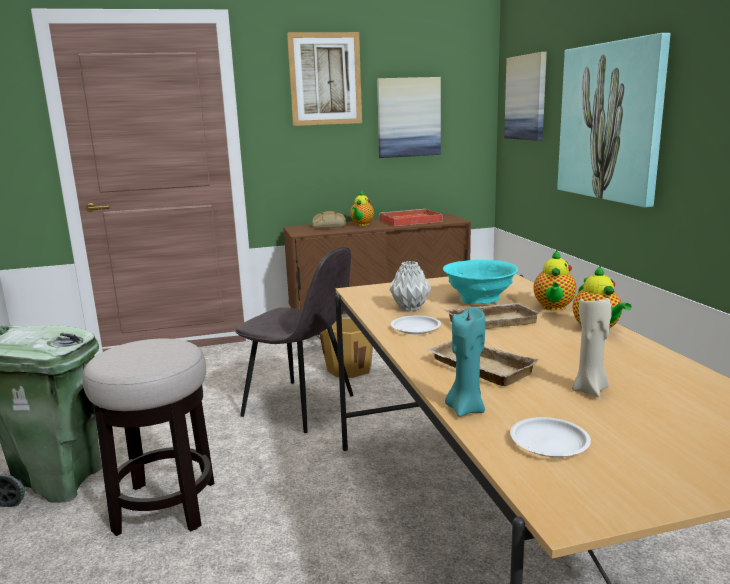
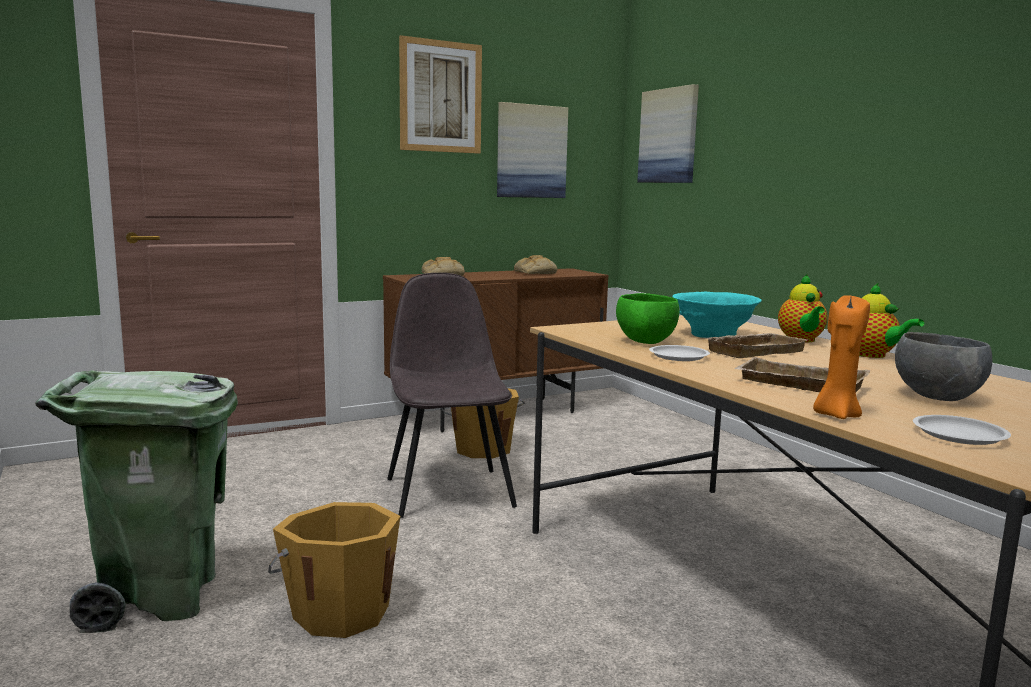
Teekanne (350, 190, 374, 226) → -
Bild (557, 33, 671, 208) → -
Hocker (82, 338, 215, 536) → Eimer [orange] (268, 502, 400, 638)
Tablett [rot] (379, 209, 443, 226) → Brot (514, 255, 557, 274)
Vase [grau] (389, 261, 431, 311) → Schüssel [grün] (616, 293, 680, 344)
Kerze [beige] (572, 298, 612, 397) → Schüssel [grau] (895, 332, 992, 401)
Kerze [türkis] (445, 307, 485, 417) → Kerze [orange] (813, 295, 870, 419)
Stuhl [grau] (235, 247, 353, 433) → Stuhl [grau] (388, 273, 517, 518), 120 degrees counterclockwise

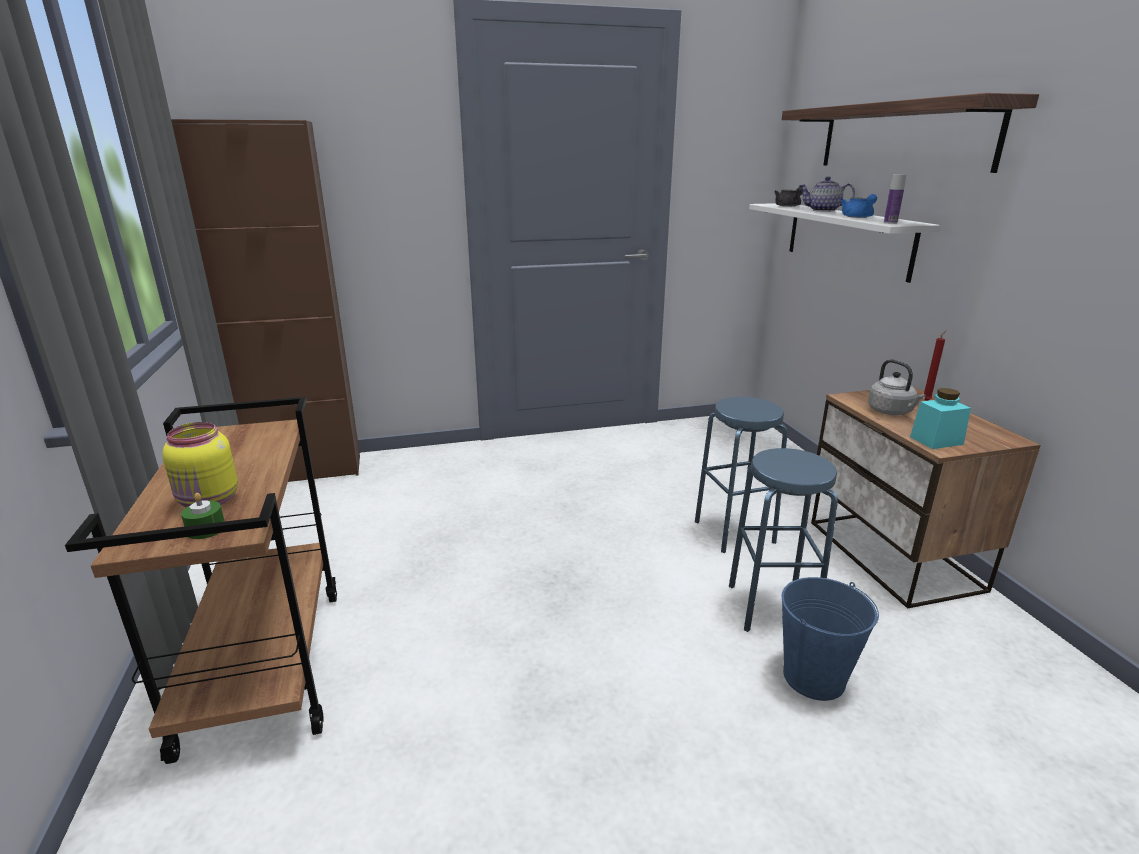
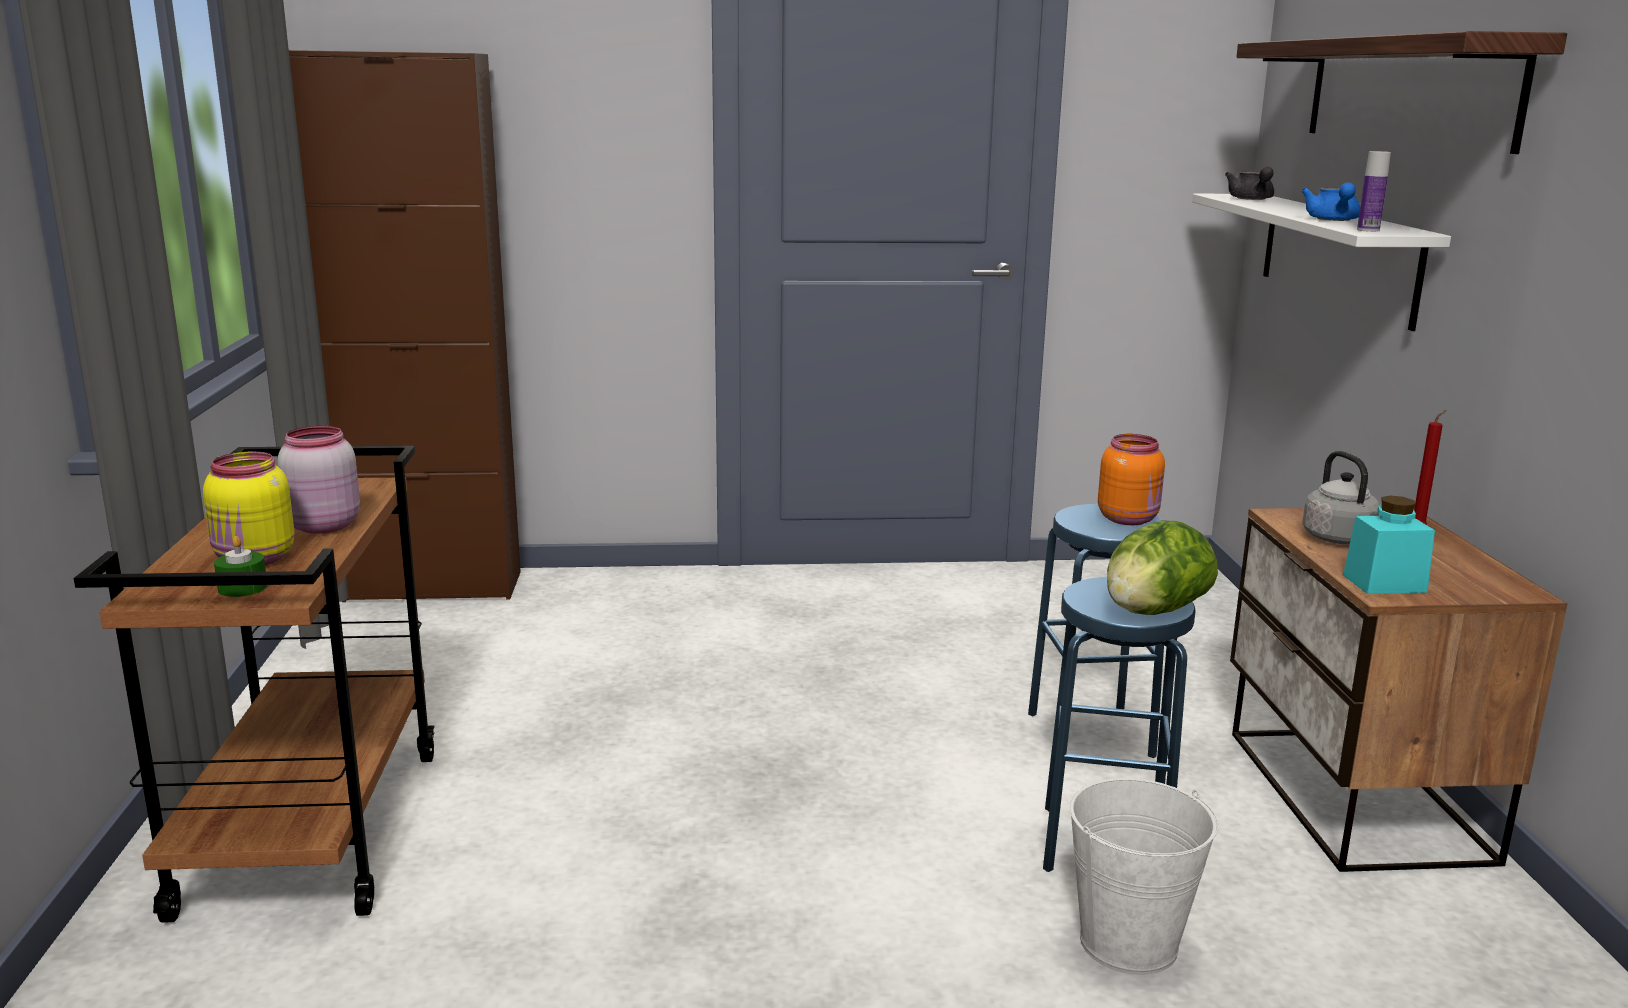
Teekanne (799, 177, 855, 212) → -
- → Vorratsglas [rosa] (278, 426, 360, 534)
- → Vorratsglas [orange] (1098, 434, 1165, 525)
- → Salatkopf (1107, 521, 1218, 615)
Eimer [blau] (782, 577, 879, 701) → Eimer [weiß] (1070, 778, 1219, 975)

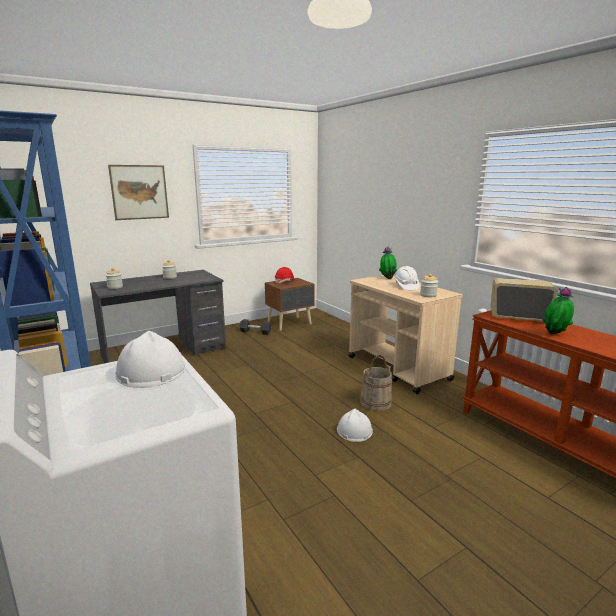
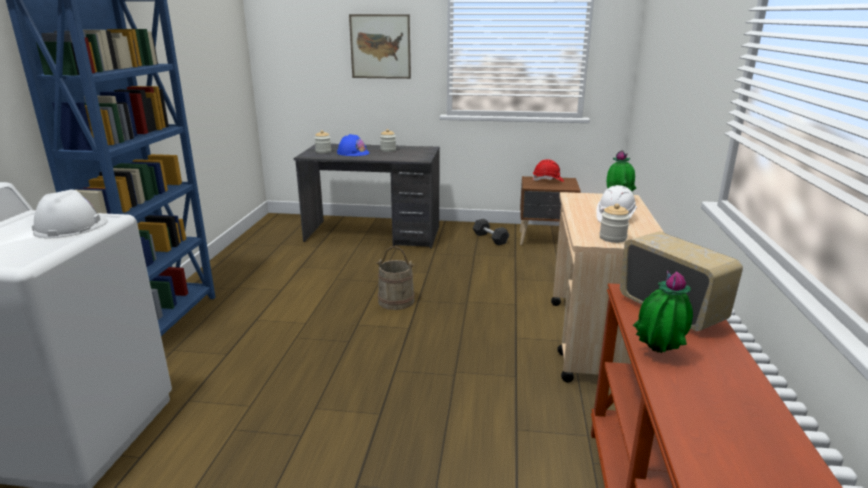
Schutzhelm [weiß] (337, 409, 373, 442) → -
- → Schutzhelm [blau] (337, 134, 369, 156)
Eimer [beige] (360, 355, 392, 411) → Eimer [beige] (376, 246, 415, 310), shifted

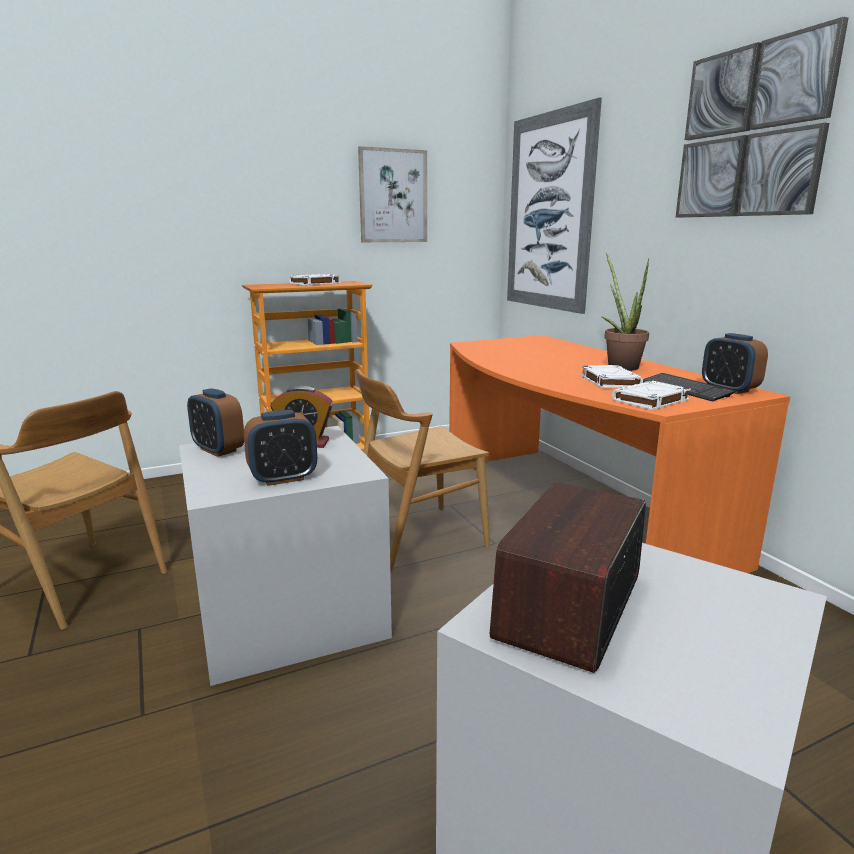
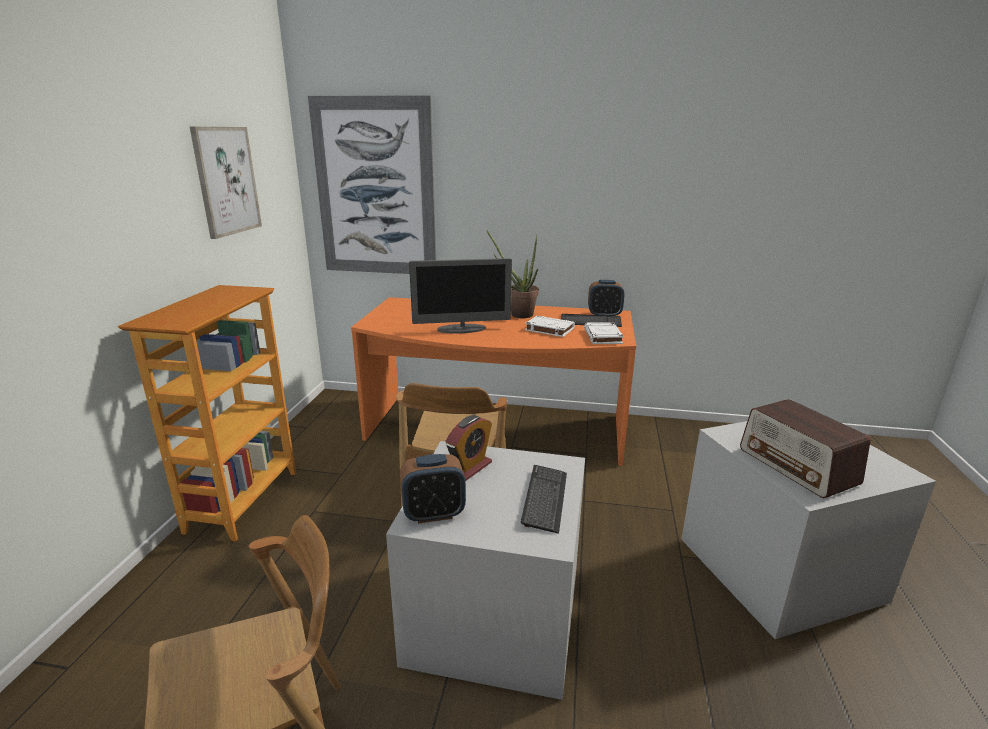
Buch [weiß] (289, 274, 341, 285) → -
Bild (675, 17, 848, 218) → -
- → Monitor (409, 258, 512, 333)
Wecker (244, 410, 317, 486) → Tastatur (521, 465, 567, 534)

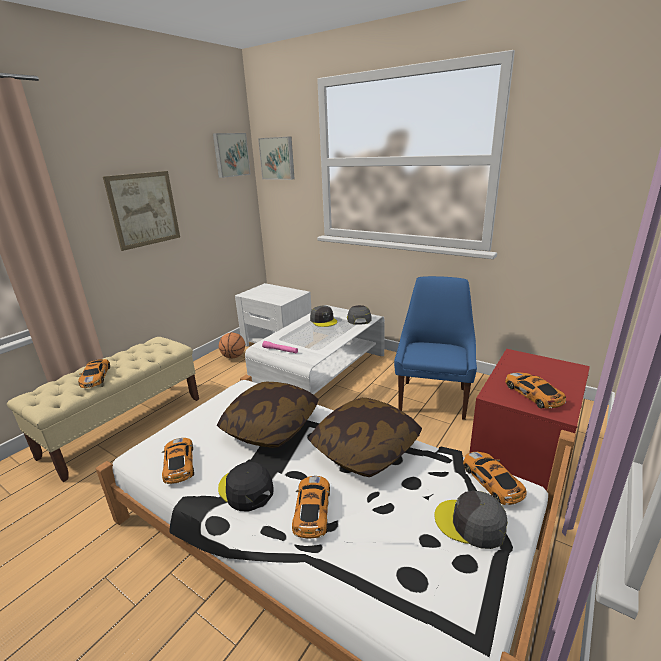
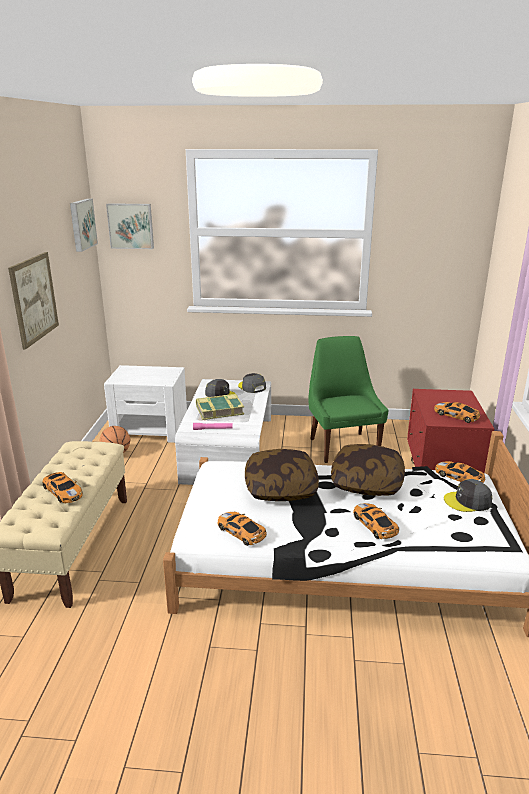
Kappe [schwarz] (218, 462, 274, 511) → -
- → Buch (196, 394, 244, 420)
Stuhl [blau] (394, 276, 477, 420) → Stuhl [grün] (309, 336, 388, 463)

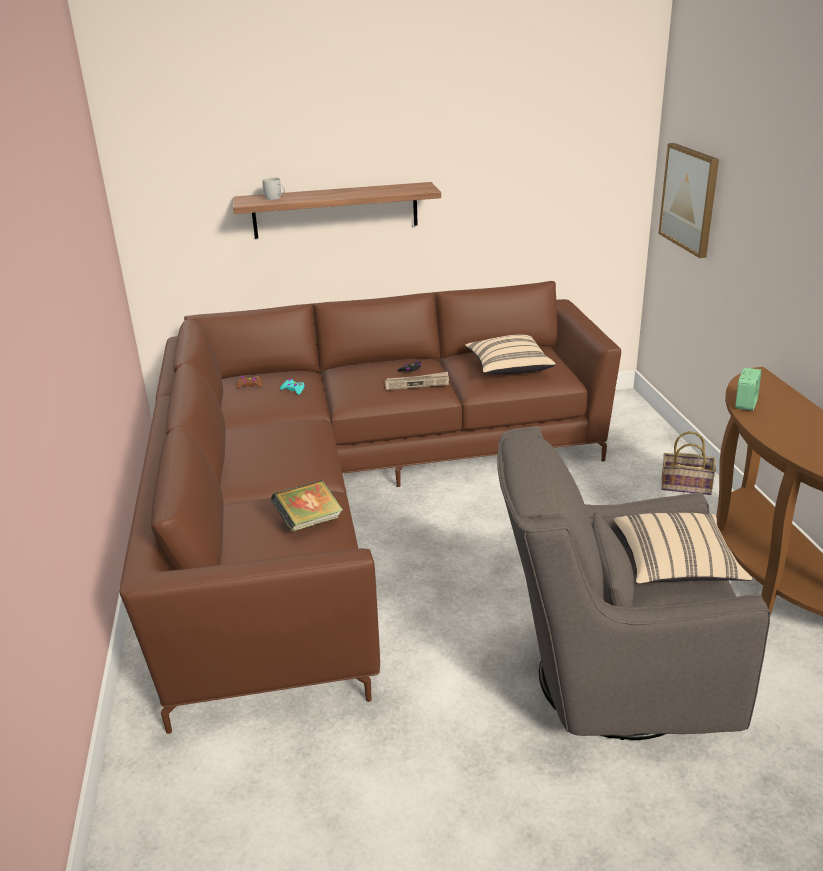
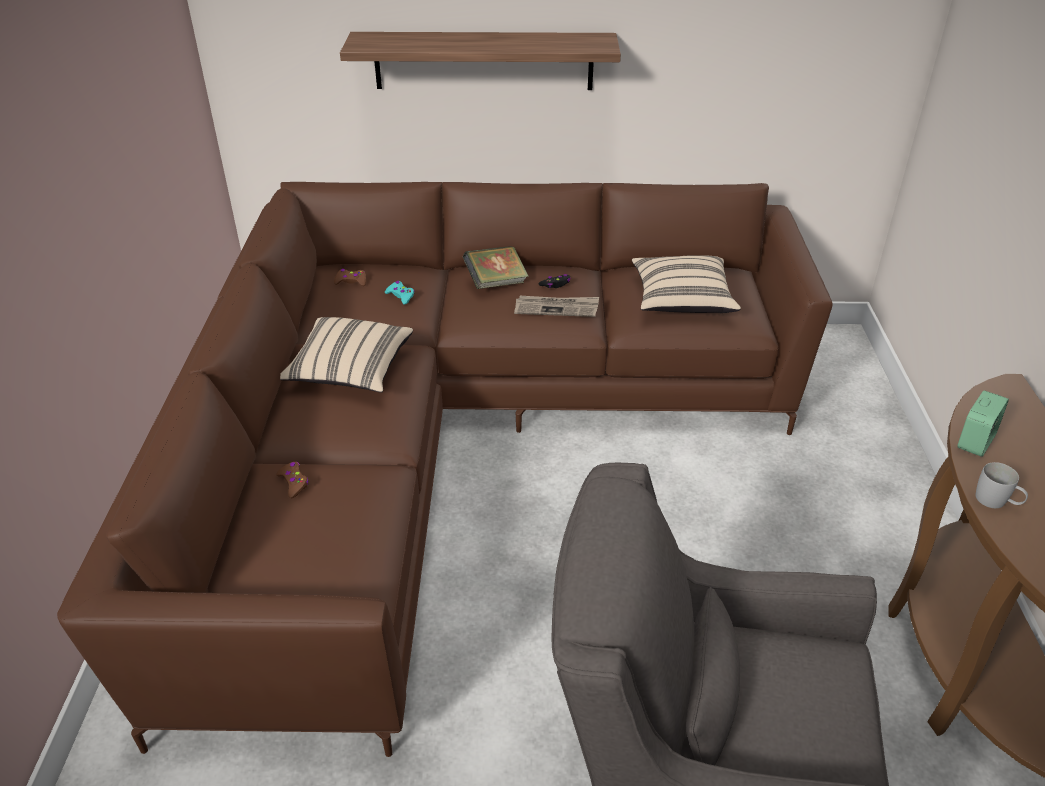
Bild (658, 143, 719, 258) → -
Korb (661, 431, 716, 495) → -
- → Gamepad [braun] (276, 462, 308, 498)
Henkelbecher [weiß] (262, 178, 285, 200) → Henkelbecher [weiß] (976, 462, 1028, 508), shifted
Buch (271, 480, 343, 532) → Buch (463, 246, 528, 289), shifted
Kissen [beige] (614, 513, 752, 584) → Kissen [beige] (280, 317, 413, 393), shifted

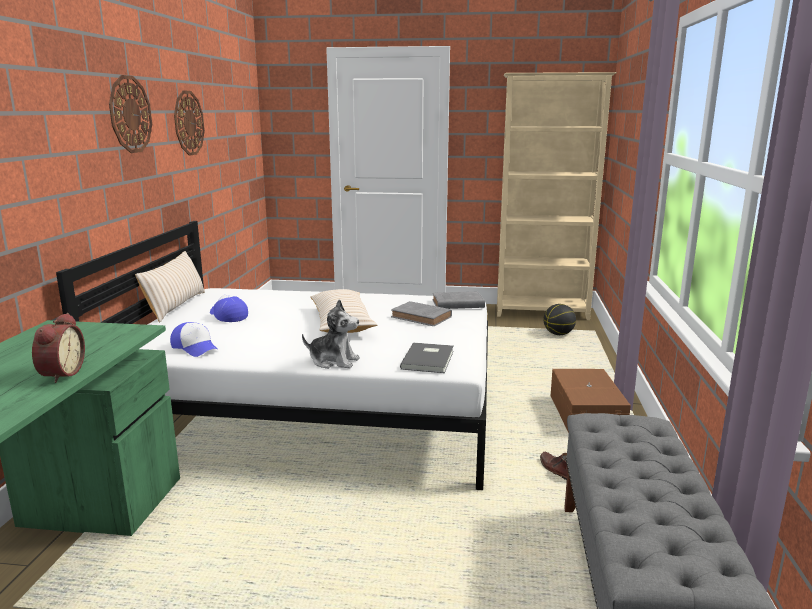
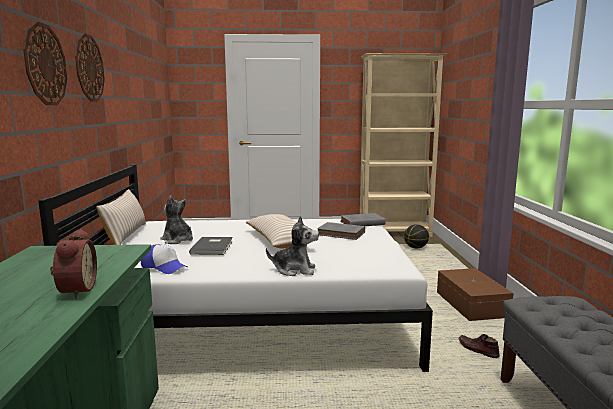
Wanduhr (174, 90, 205, 156) → Wanduhr (23, 21, 67, 105), shifted
Buch [grau] (400, 343, 454, 373) → Buch [grau] (189, 237, 233, 255), shifted
Kappe (210, 295, 248, 322) → Plüschtier (160, 195, 193, 244)

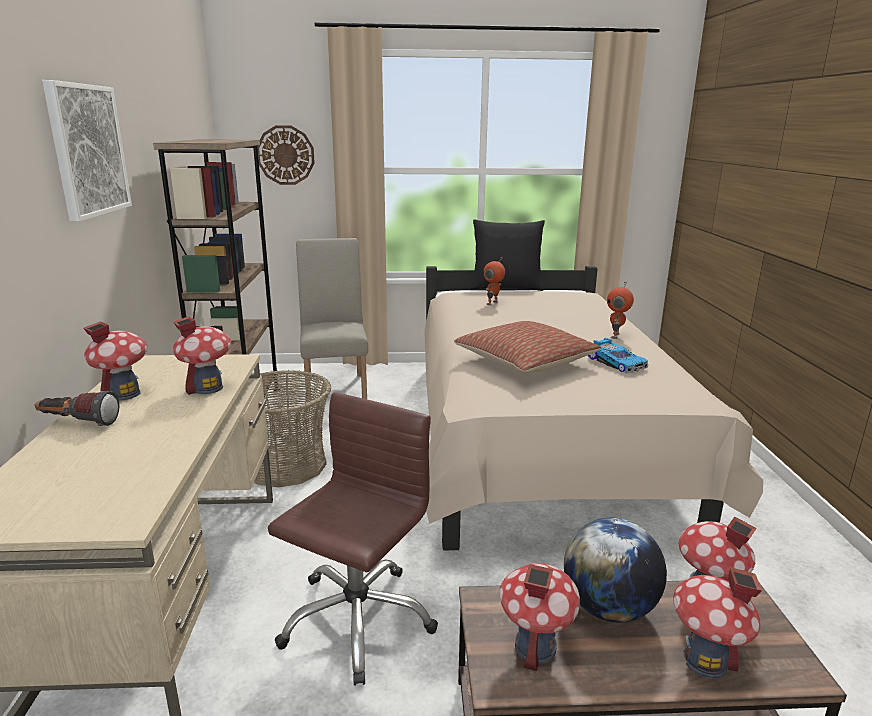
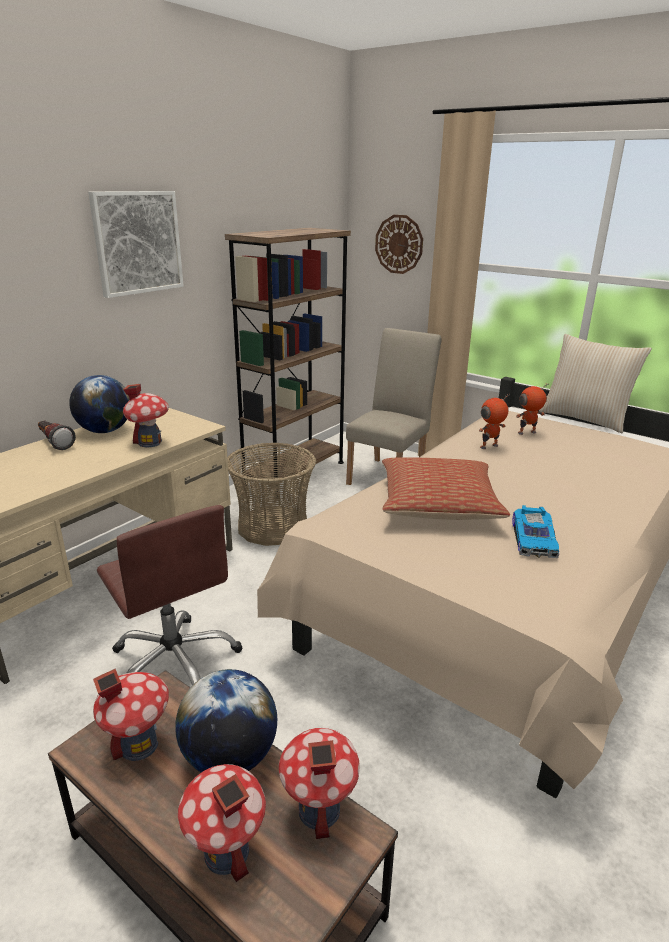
Spielzeugroboter (607, 282, 634, 339) → Spielzeugroboter (479, 394, 510, 449), shifted
Spielzeughaus (84, 321, 147, 401) → Globus (69, 375, 130, 433)
Kissen [schwarz] (471, 220, 545, 291) → Kissen [beige] (539, 334, 652, 433)
Bürostuhl [braun] (268, 392, 438, 686) → Bürostuhl [braun] (97, 505, 242, 686), 75 degrees clockwise

